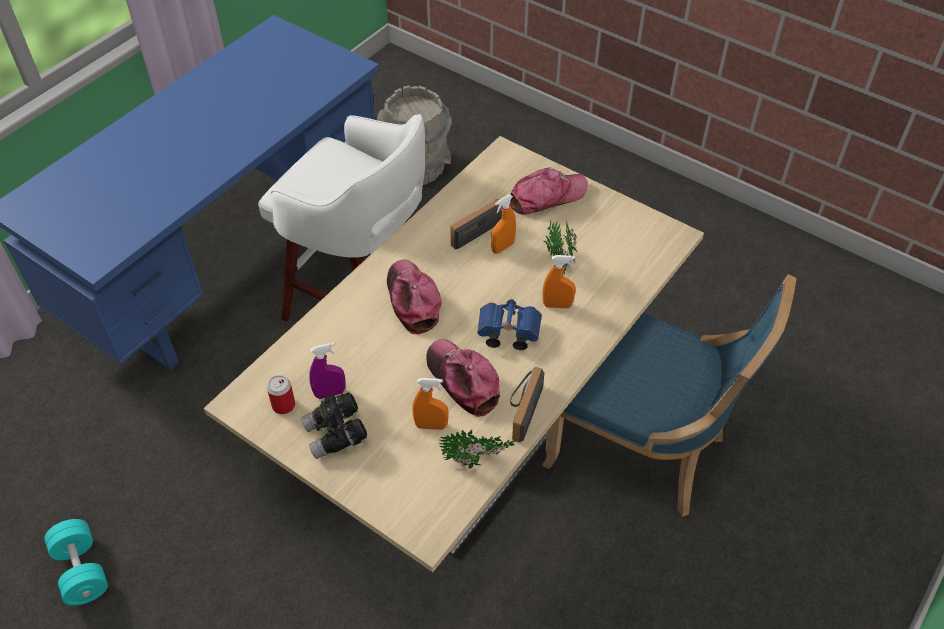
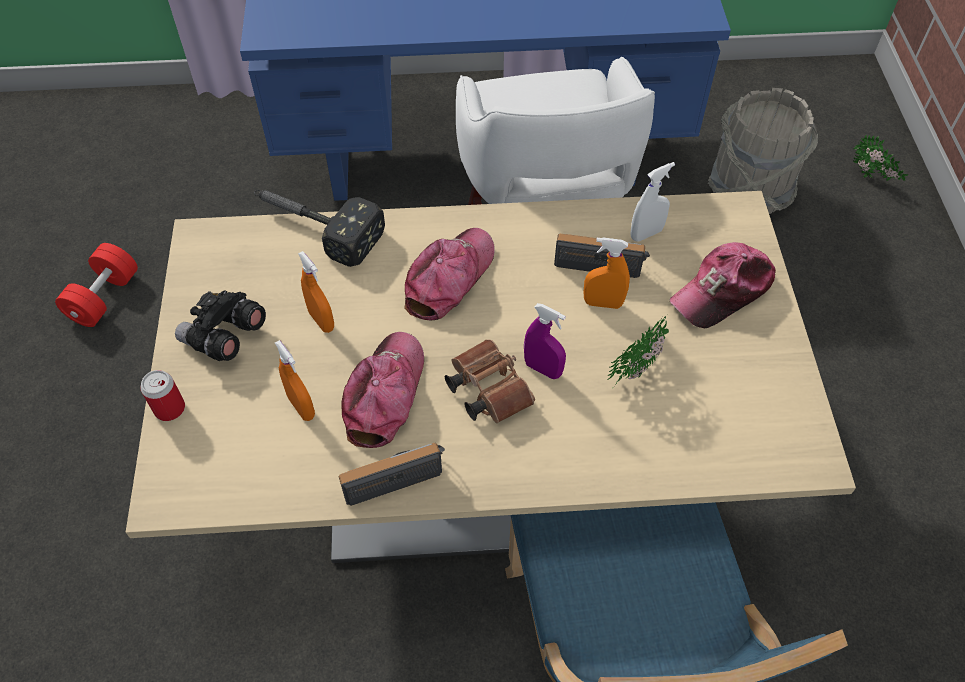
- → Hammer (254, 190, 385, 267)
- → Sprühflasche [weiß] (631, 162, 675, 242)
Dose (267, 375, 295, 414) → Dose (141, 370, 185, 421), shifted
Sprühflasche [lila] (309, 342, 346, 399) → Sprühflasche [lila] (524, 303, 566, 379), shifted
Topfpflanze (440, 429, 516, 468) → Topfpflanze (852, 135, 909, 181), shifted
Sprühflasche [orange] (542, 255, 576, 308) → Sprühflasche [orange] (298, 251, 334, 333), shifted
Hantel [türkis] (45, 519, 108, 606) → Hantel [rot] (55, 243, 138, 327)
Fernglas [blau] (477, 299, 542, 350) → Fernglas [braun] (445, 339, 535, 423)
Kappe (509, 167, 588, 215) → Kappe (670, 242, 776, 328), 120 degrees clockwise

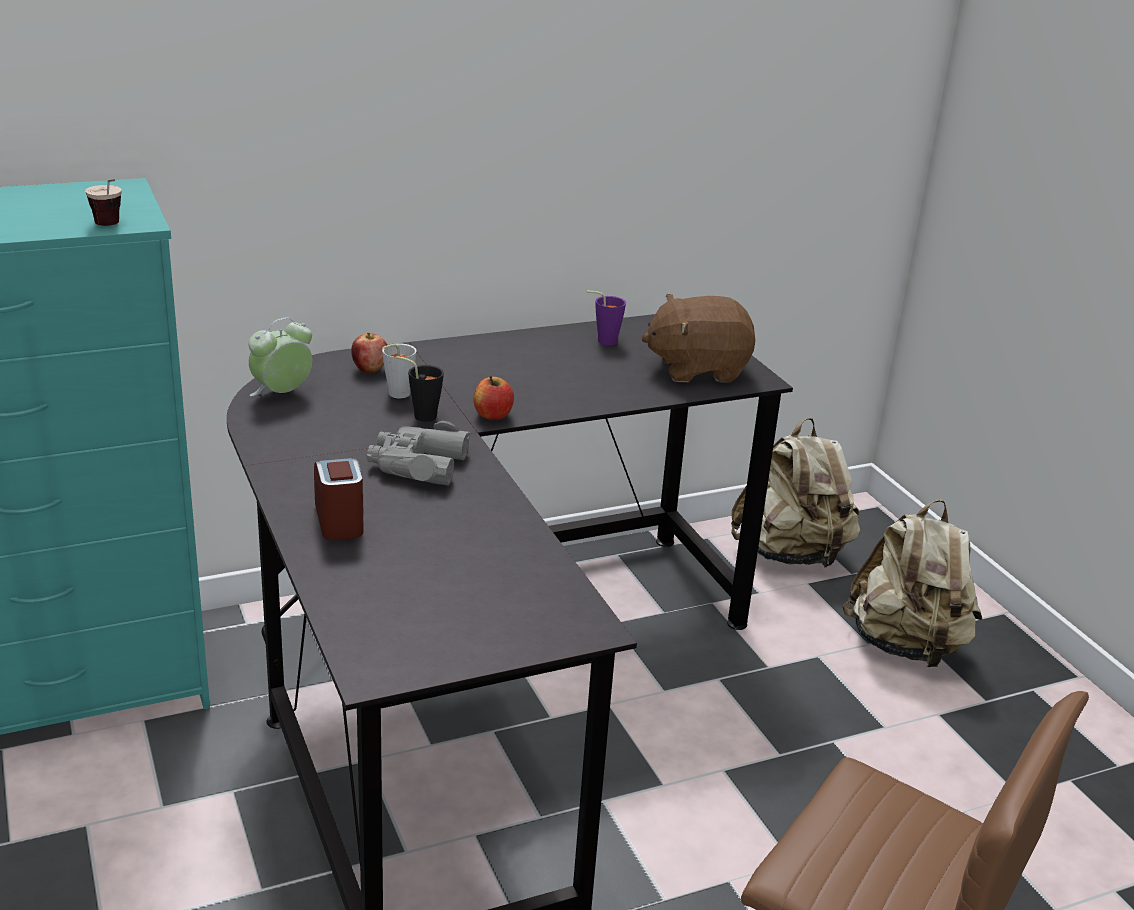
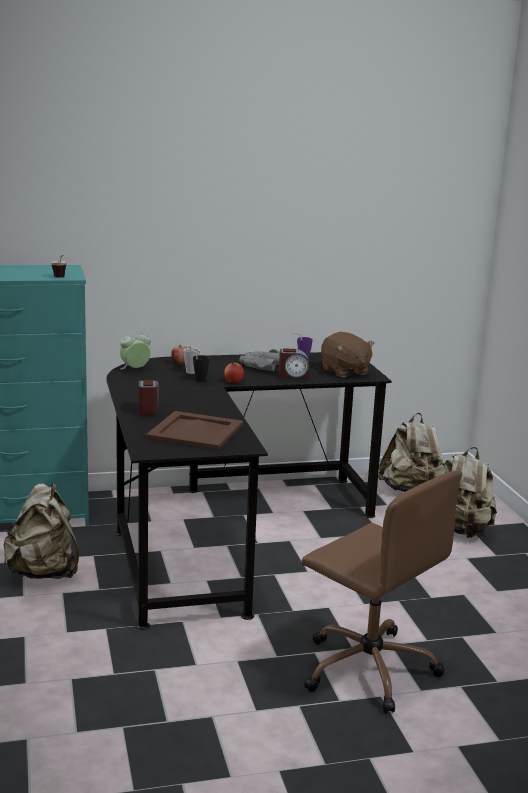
- → Rucksack [beige] (4, 483, 79, 579)
- → Tablett [braun] (146, 411, 243, 449)
- → Wecker (279, 348, 310, 379)
Fernglas [grau] (367, 421, 470, 486) → Fernglas [grau] (239, 349, 280, 371), shifted
Plüschtier [braun] (642, 294, 755, 382) → Plüschtier [braun] (321, 332, 375, 378), 120 degrees counterclockwise

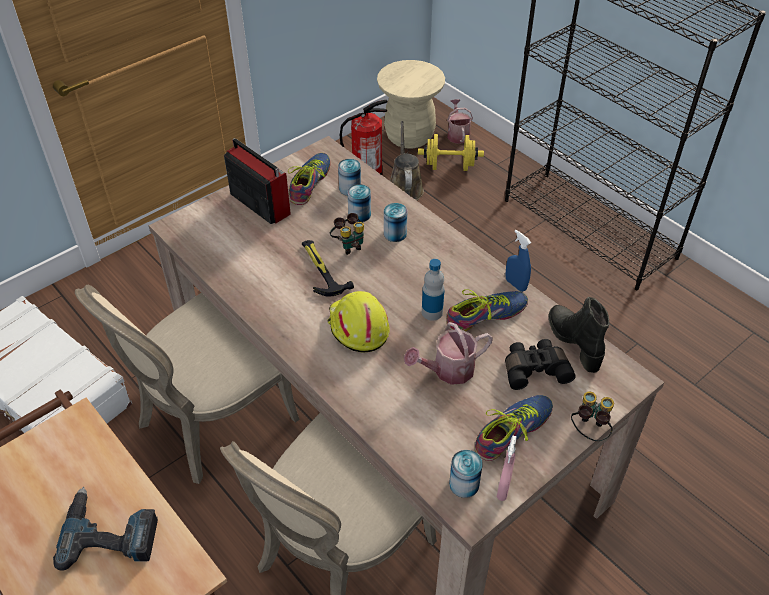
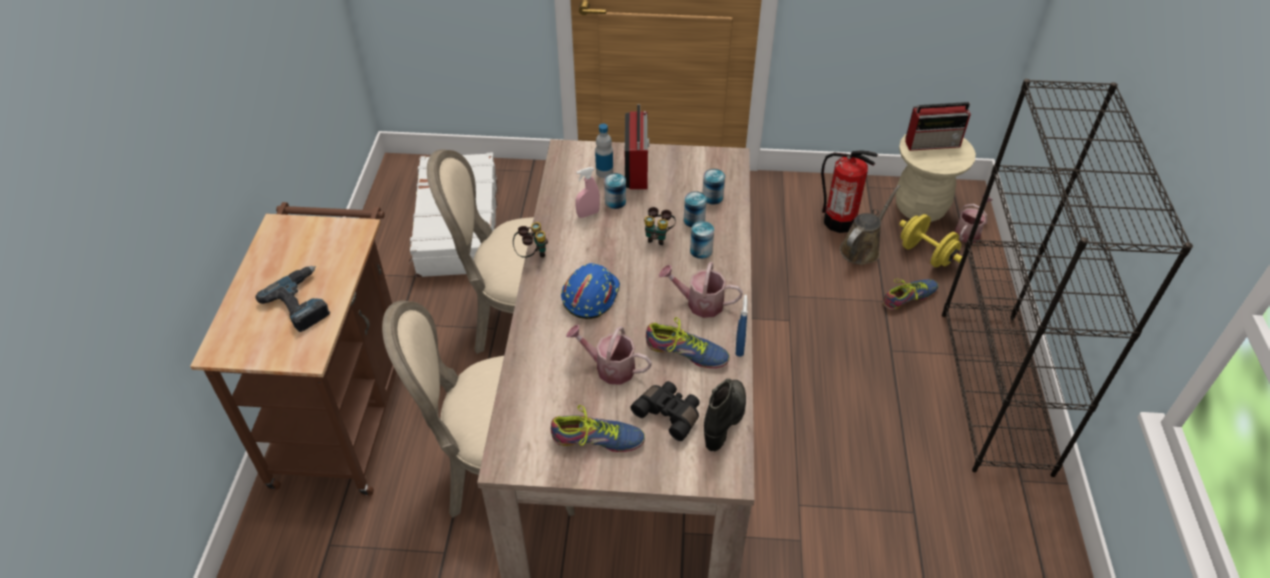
Hammer (302, 240, 354, 297) → -
- → Gießkanne (659, 262, 743, 318)
- → Radio (905, 102, 971, 151)
Schuh (288, 153, 330, 205) → Schuh (883, 279, 938, 310), shifted
Flasche (422, 259, 445, 321) → Flasche (595, 124, 613, 178), shifted
Dose (449, 450, 483, 498) → Dose (604, 173, 626, 209), shifted
Sprühflasche [rosa] (497, 435, 517, 501) → Sprühflasche [rosa] (575, 167, 600, 218), shifted
Fernglas (571, 391, 614, 441) → Fernglas (513, 222, 548, 258), shifted
Schutzhelm [gelb] (327, 291, 390, 353) → Schutzhelm [blau] (561, 263, 620, 319)

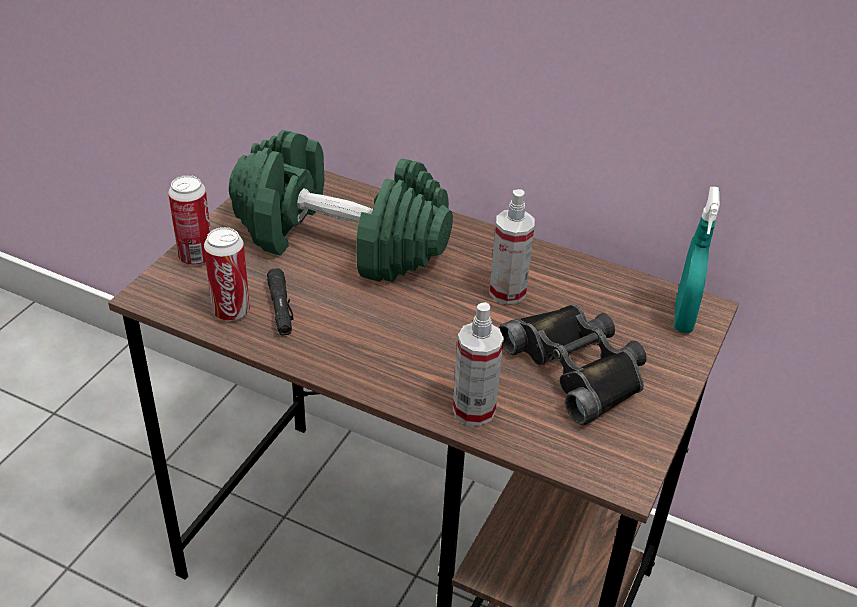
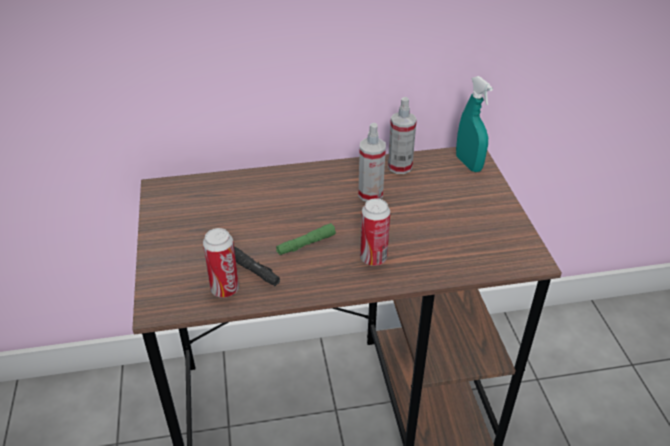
Hantel [grün] (229, 130, 453, 282) → -
Fernglas [schwarz] (499, 304, 647, 425) → -
- → Taschenlampe [grün] (276, 223, 336, 255)
Dose (168, 175, 211, 265) → Dose (360, 198, 390, 266), shifted
Sprühflasche (453, 302, 504, 426) → Sprühflasche (388, 97, 417, 174), shifted

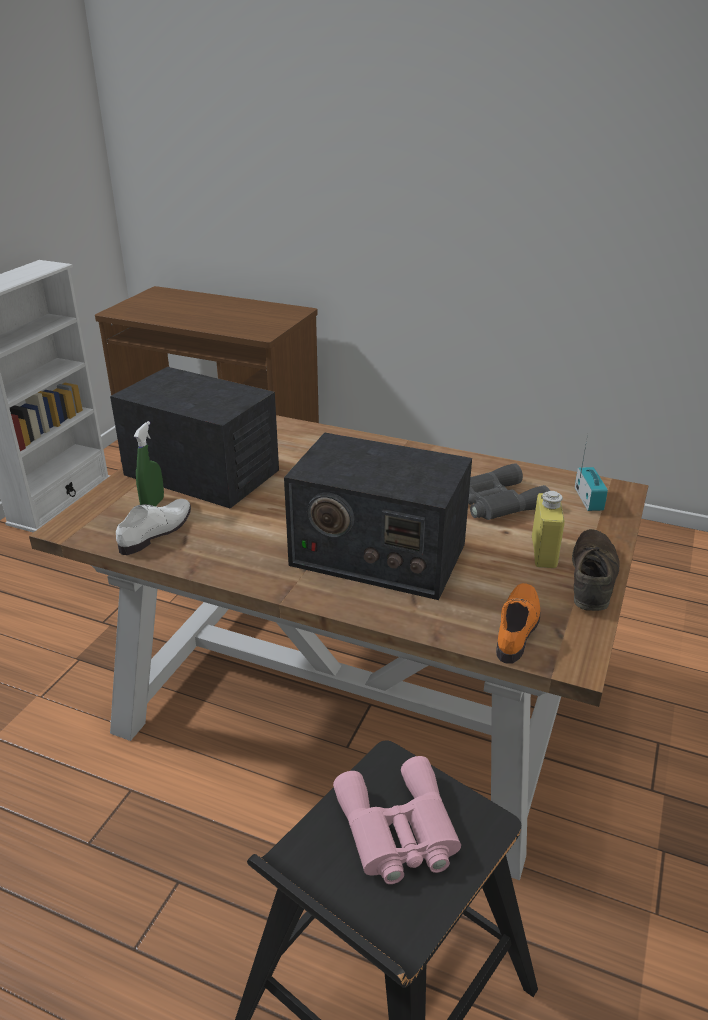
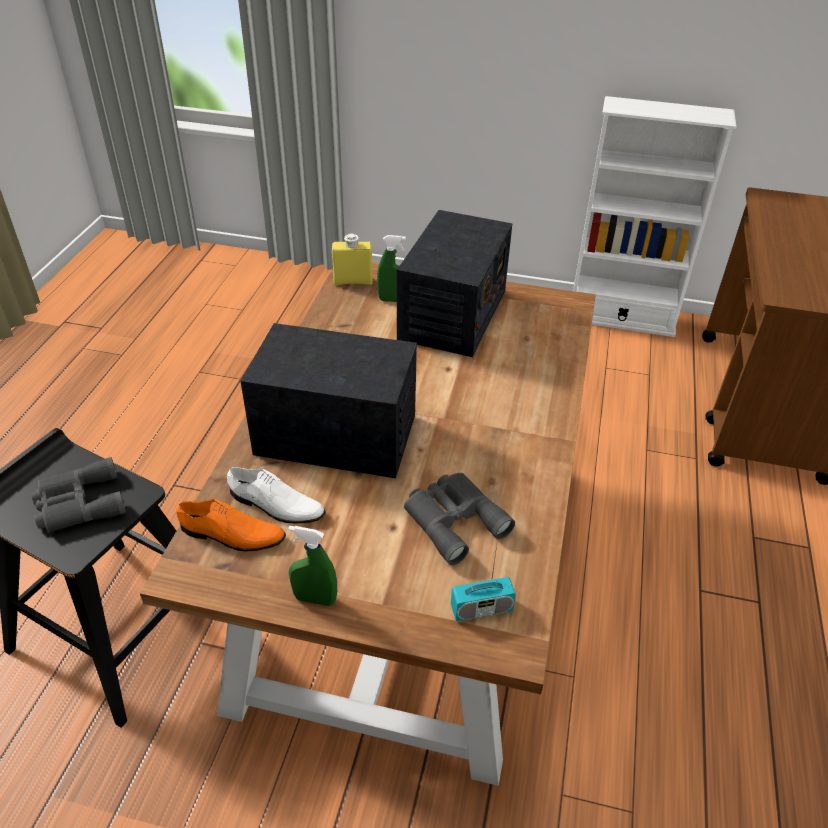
Schuh [weiß] (116, 499, 191, 555) → Schuh [weiß] (227, 467, 326, 524), shifted
Flasche [gelb] (532, 491, 565, 568) → Flasche [gelb] (332, 234, 373, 285), shifted
Schuh [braun] (572, 529, 620, 611) → Sprühflasche [grün] (288, 526, 337, 606)
Fernglas [rosa] (333, 756, 461, 884) → Fernglas [grau] (31, 457, 126, 533)
Radio (284, 432, 472, 600) → Radio (241, 323, 417, 478), 90 degrees clockwise

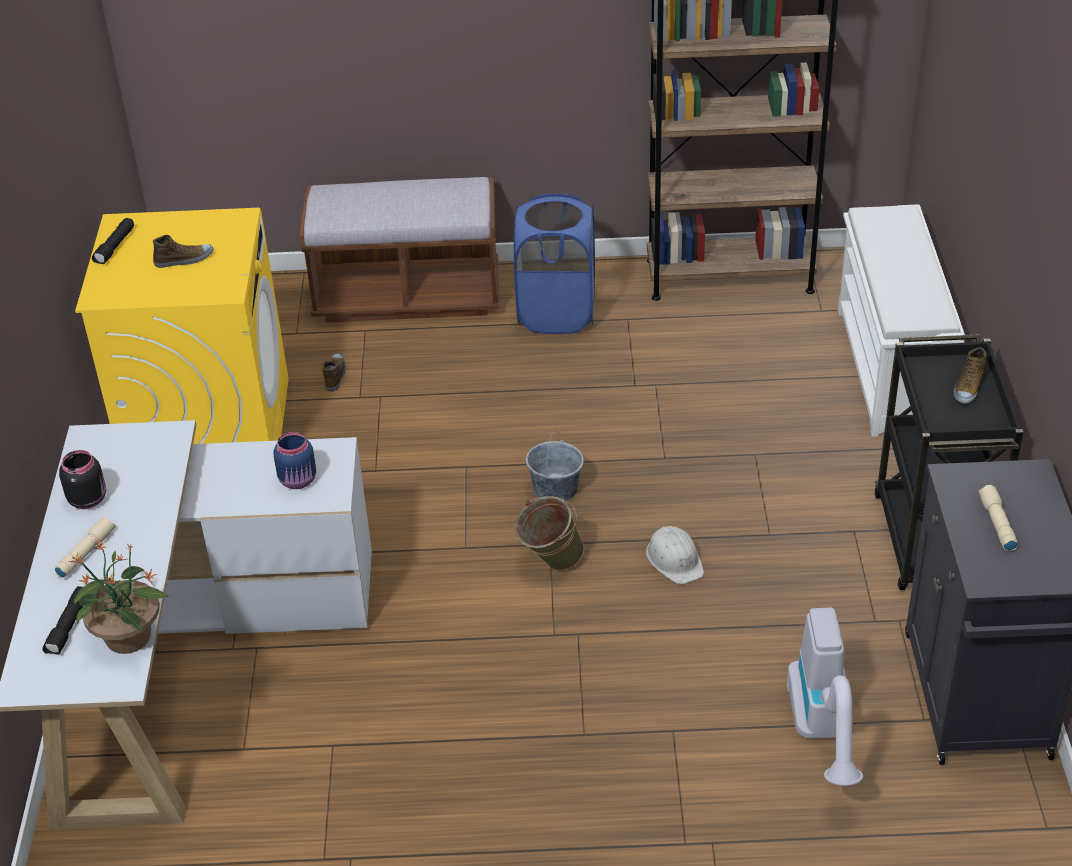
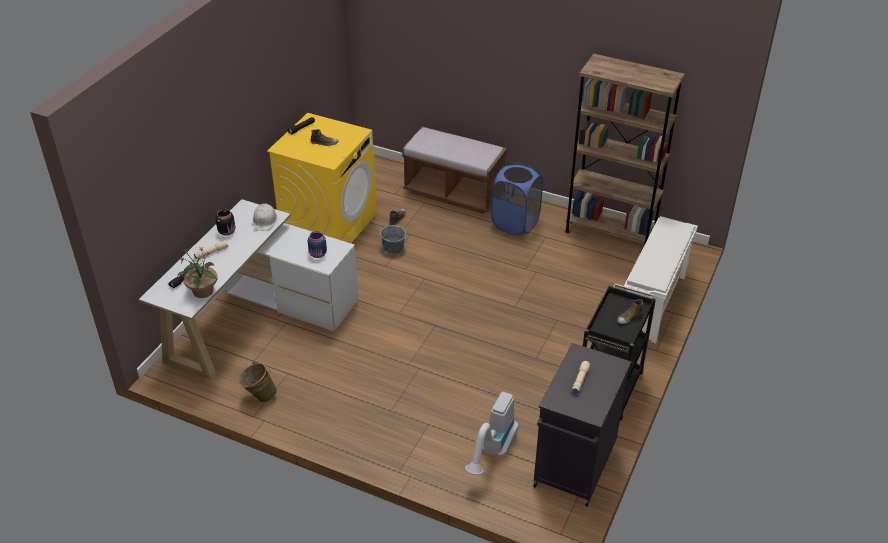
Eimer [grün] (515, 496, 584, 571) → Eimer [grün] (239, 362, 277, 403), shifted
Eimer [grau] (526, 431, 584, 501) → Eimer [grau] (380, 221, 406, 254), shifted
Schutzhelm [weiß] (646, 526, 704, 584) → Schutzhelm [weiß] (253, 203, 277, 231), shifted

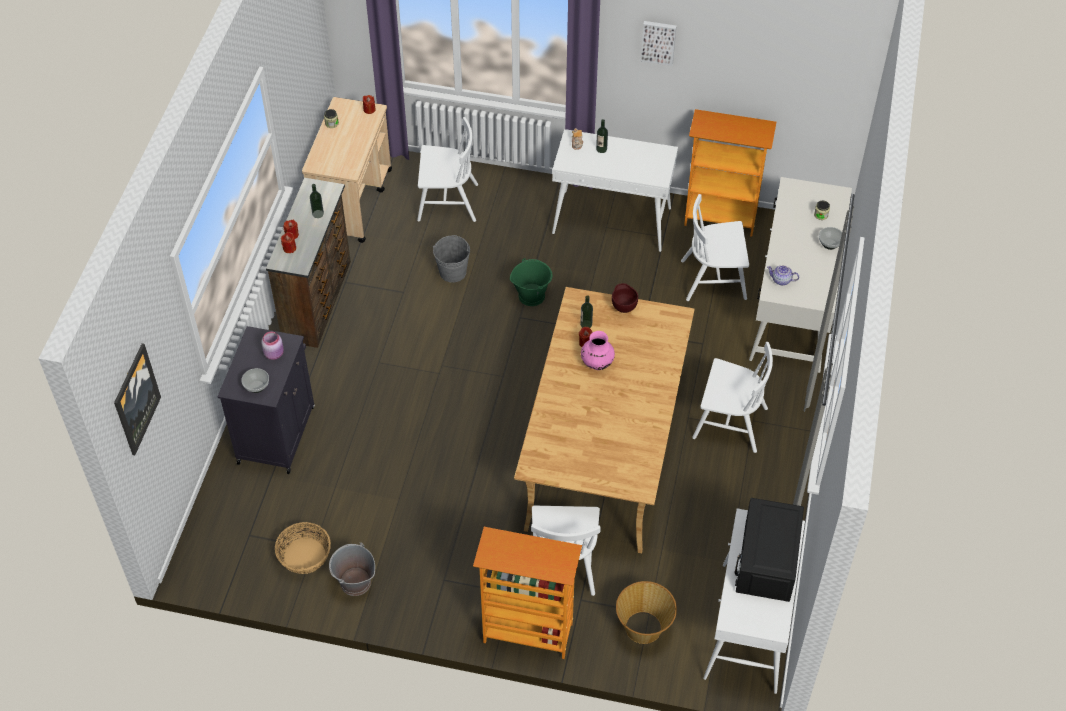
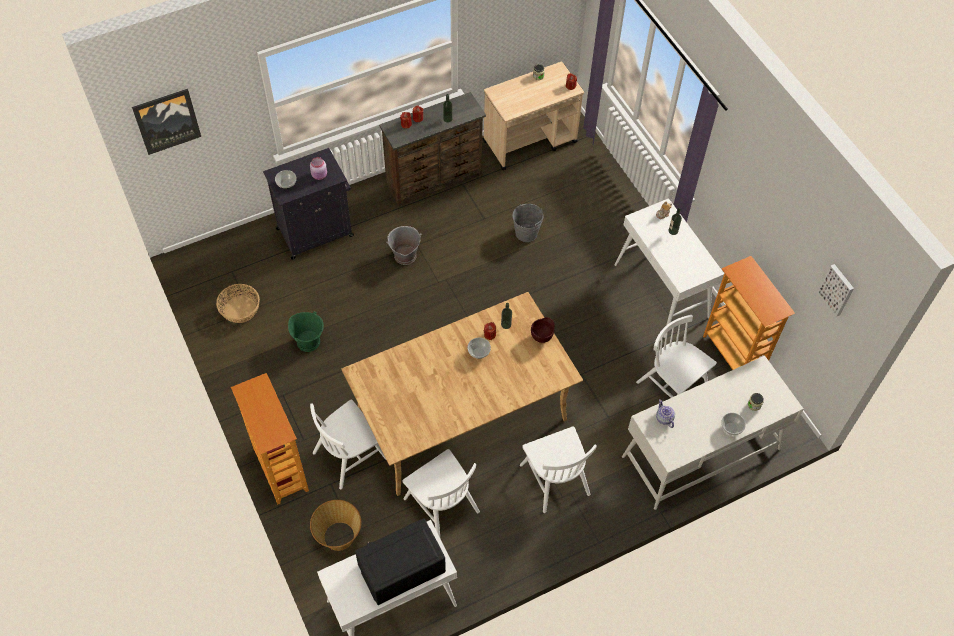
Eimer [grau] (329, 543, 375, 596) → Eimer [grau] (386, 226, 422, 265), shifted
Stuhl [weiß] (417, 117, 478, 222) → Stuhl [weiß] (403, 449, 480, 537), shifted
Eimer [grün] (510, 258, 552, 306) → Eimer [grün] (288, 311, 324, 352), shifted
Bild (641, 21, 676, 66) → Bild (818, 264, 854, 317), shifted
Vase [rosa] (581, 331, 615, 370) → Schüssel (468, 338, 491, 359)

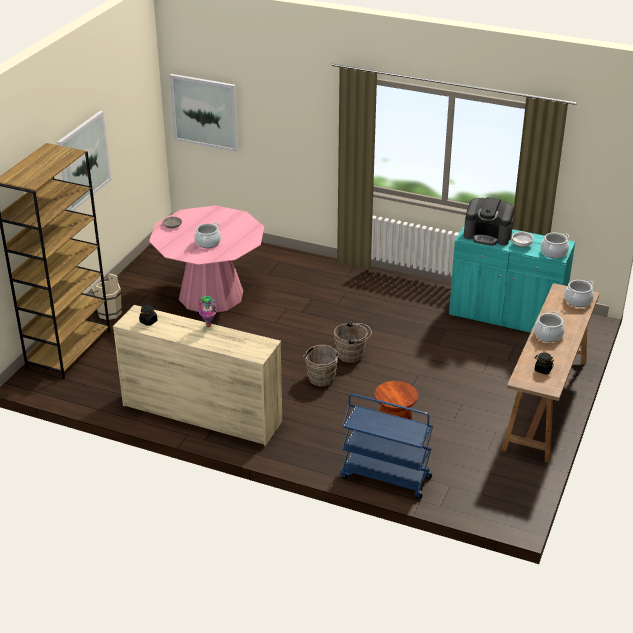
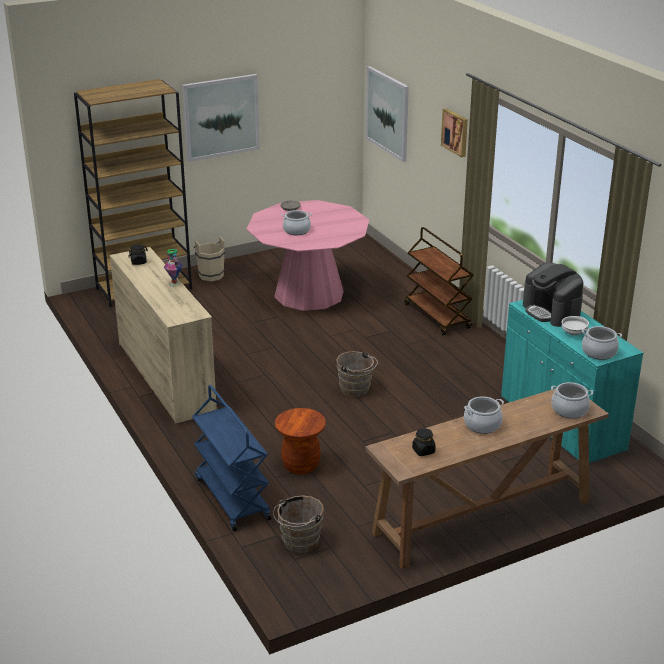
- → Rollwagen [braun] (404, 227, 474, 335)
- → Bild (441, 108, 468, 157)
Eimer [braun] (303, 345, 340, 387) → Eimer [braun] (273, 496, 324, 553), shifted

